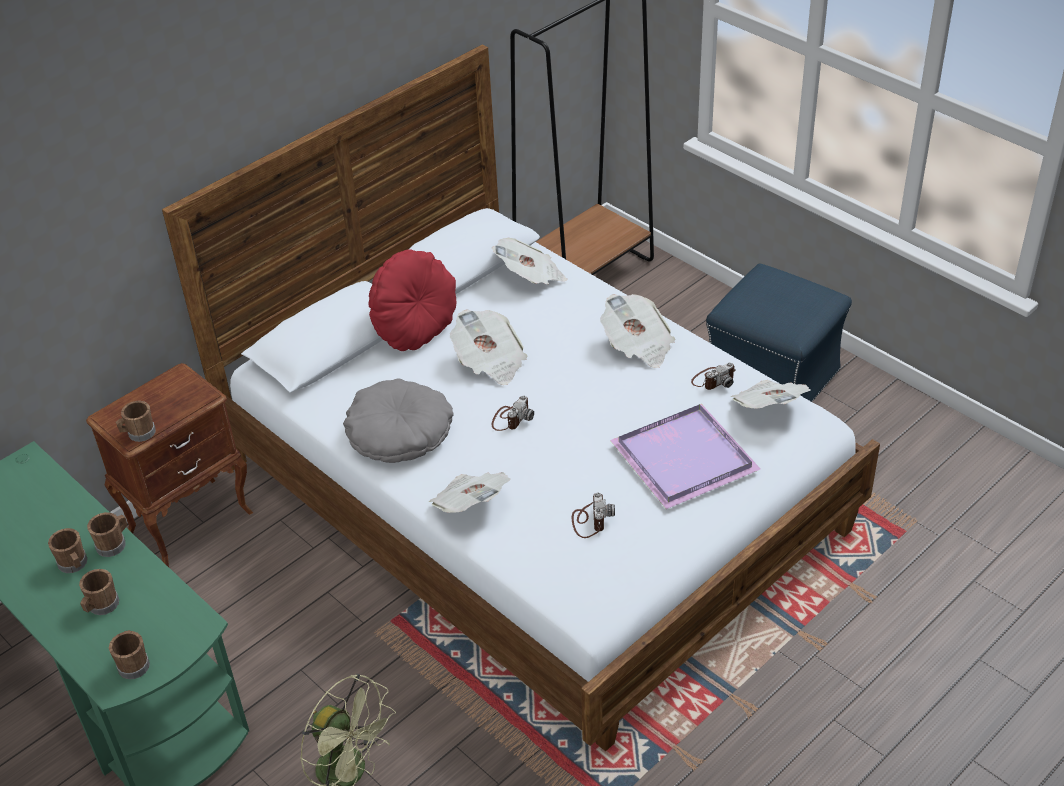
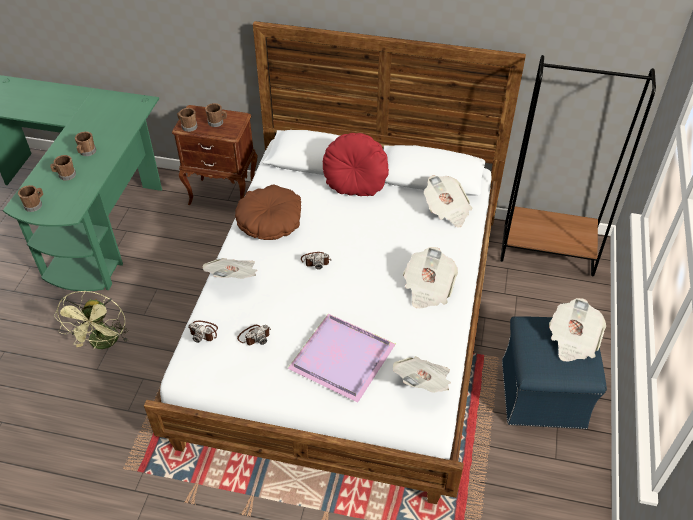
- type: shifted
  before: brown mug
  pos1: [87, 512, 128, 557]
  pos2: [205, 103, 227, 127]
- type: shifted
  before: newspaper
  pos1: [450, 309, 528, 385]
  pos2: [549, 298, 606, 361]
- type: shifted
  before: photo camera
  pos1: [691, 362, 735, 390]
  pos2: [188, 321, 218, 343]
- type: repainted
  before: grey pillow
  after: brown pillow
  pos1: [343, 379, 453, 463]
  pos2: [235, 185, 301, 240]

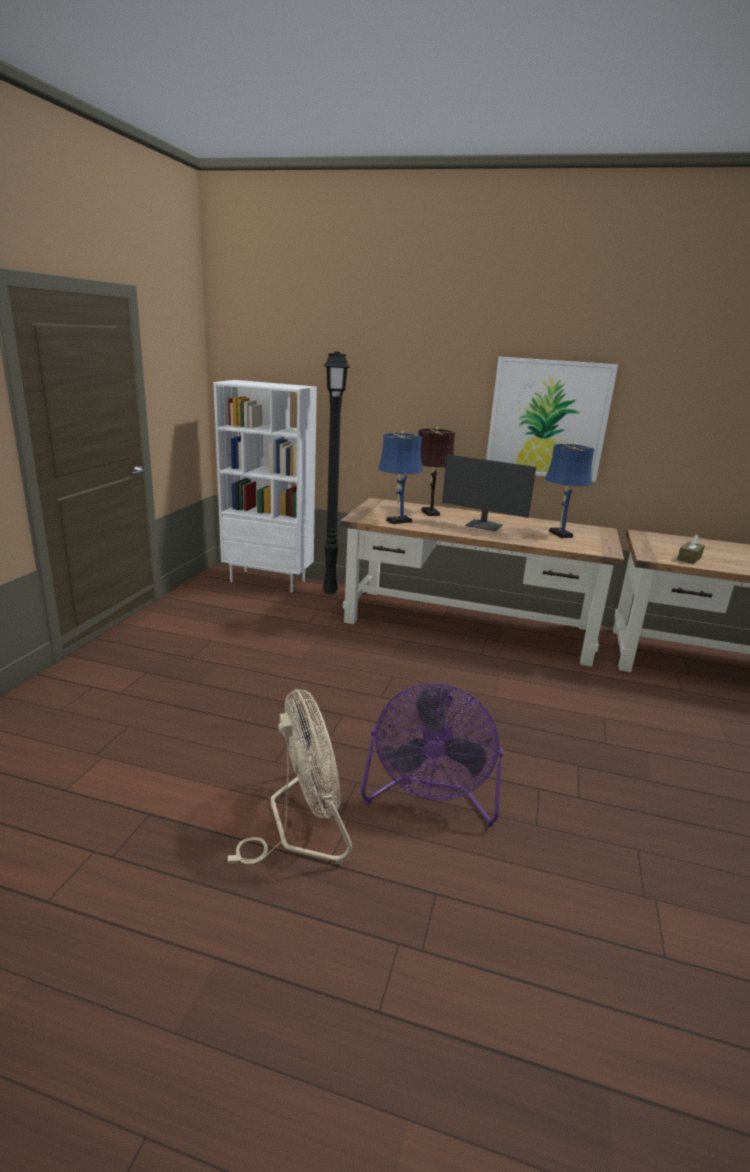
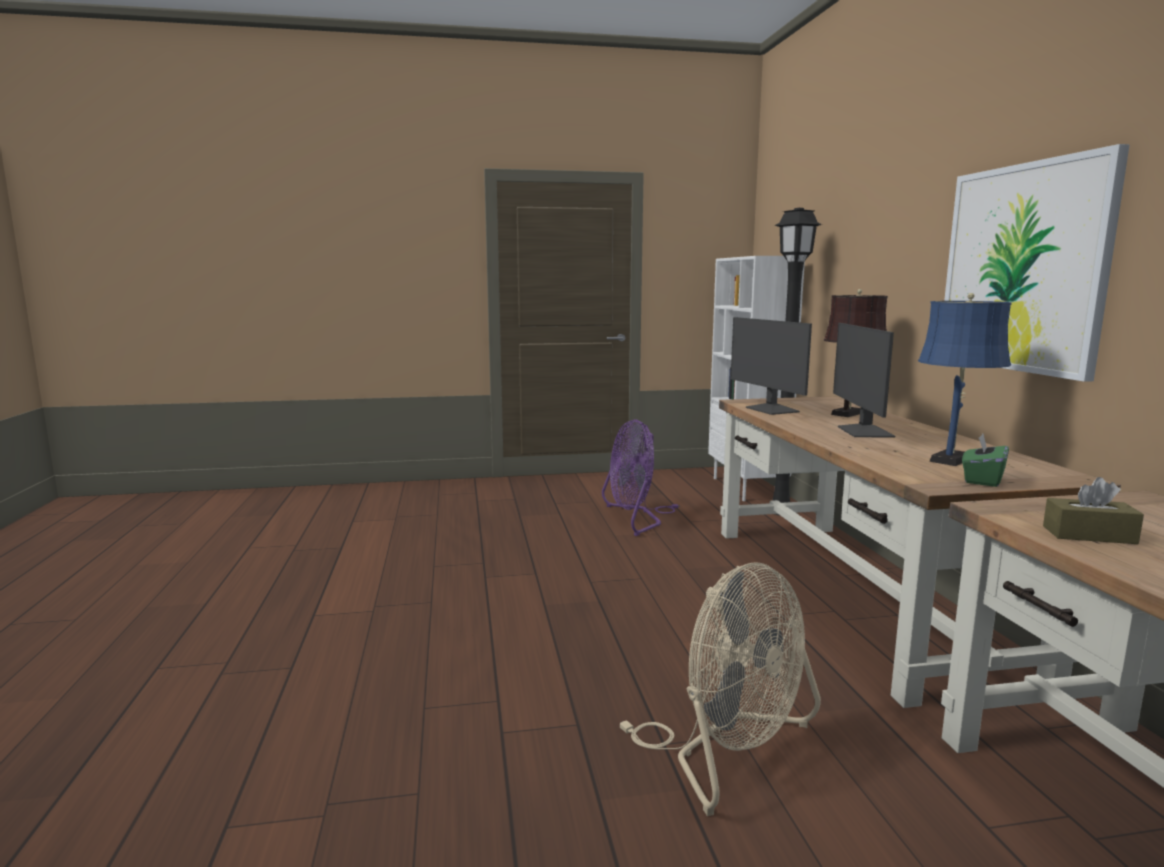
- type: new
  after: green tissue box
  pos2: [962, 434, 1009, 487]
- type: shifted
  before: beige fan
  pos1: [224, 689, 352, 865]
  pos2: [620, 563, 821, 816]
- type: shifted
  before: purple fan
  pos1: [361, 683, 503, 827]
  pos2: [602, 420, 679, 536]
- type: swapped
  before: blue table lamp
  after: monitor
  pos1: [378, 431, 423, 524]
  pos2: [730, 317, 812, 415]

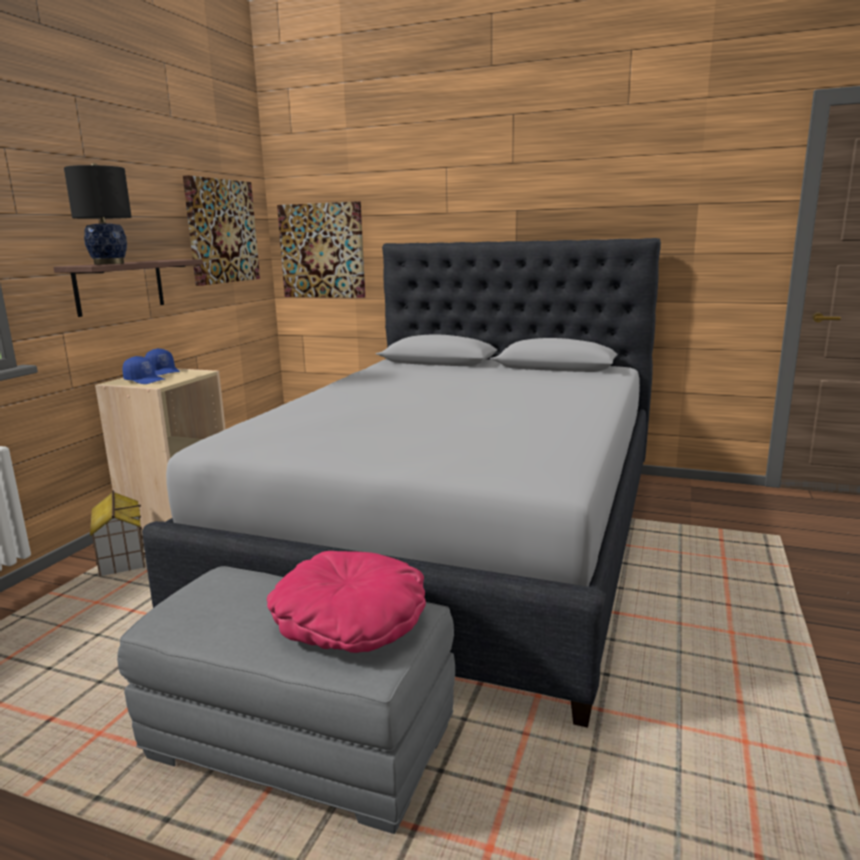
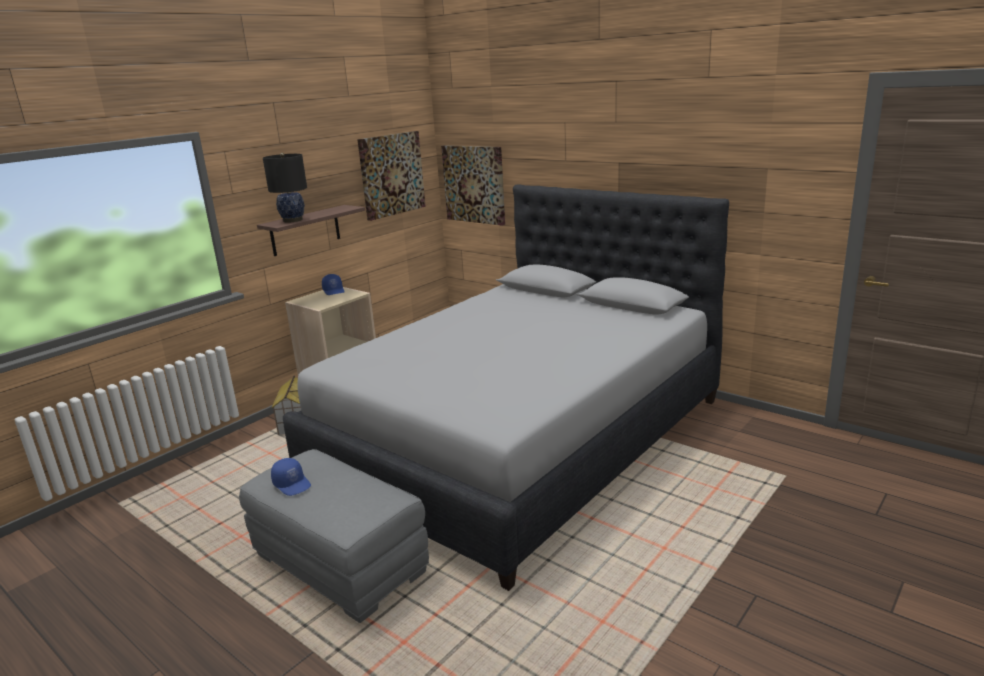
- type: gone
  before: pink pillow
  pos1: [267, 551, 426, 653]
- type: shifted
  before: blue cap
  pos1: [123, 356, 164, 384]
  pos2: [271, 458, 311, 496]

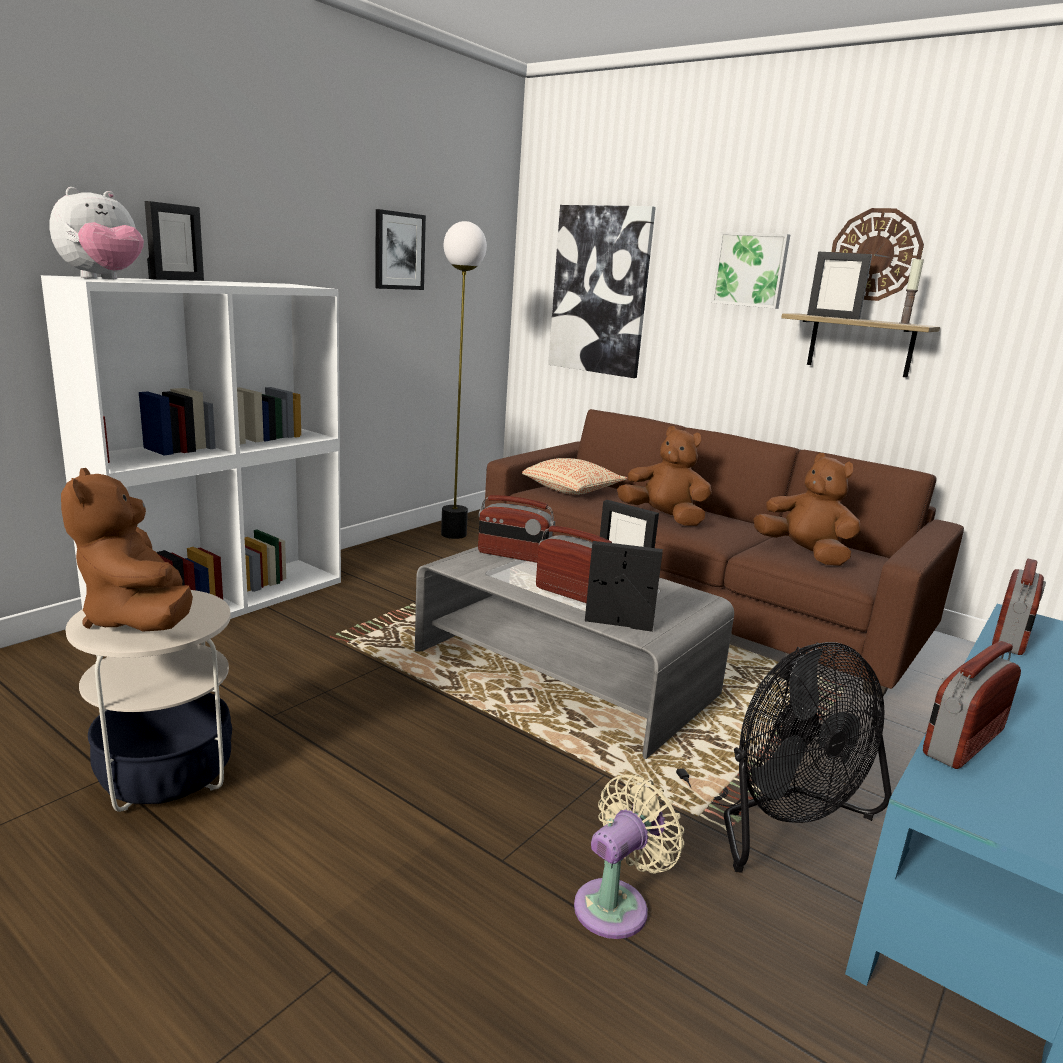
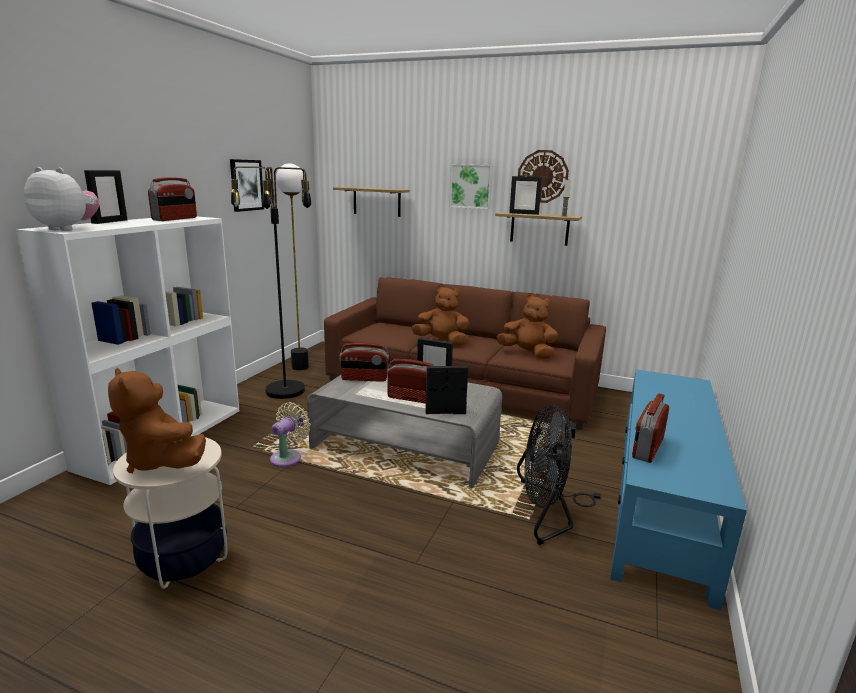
- type: gone
  before: beige pillow
  pos1: [522, 458, 627, 495]
- type: new
  after: floor lamp
  pos2: [231, 167, 311, 399]
- type: shifted
  before: beige fan
  pos1: [574, 774, 684, 939]
  pos2: [270, 402, 310, 467]
- type: shifted
  before: radio
  pos1: [992, 559, 1046, 655]
  pos2: [148, 177, 197, 221]
- type: swapped
  before: picture
  after: shelf
  pos1: [548, 205, 656, 378]
  pos2: [333, 187, 410, 217]
- type: rotated
  before: plush toy
  pos1: [49, 187, 144, 279]
  pos2: [24, 167, 99, 231]
  turn: -105
- type: rotated
  before: black fan
  pos1: [676, 642, 892, 873]
  pos2: [517, 405, 603, 545]
  turn: 135

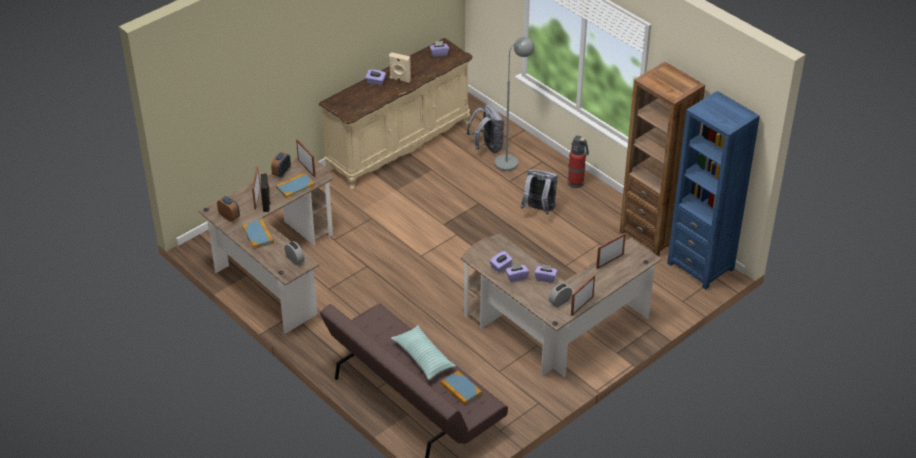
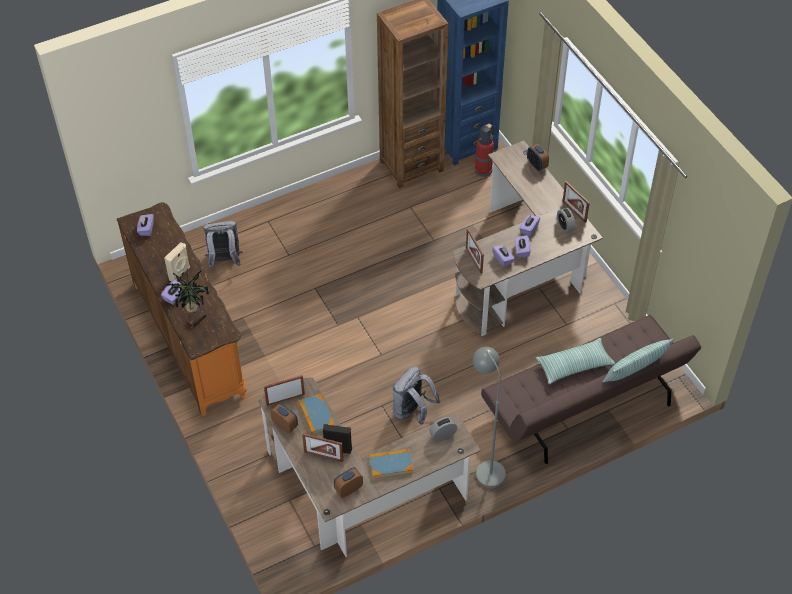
- type: gone
  before: book
  pos1: [441, 371, 482, 405]
- type: new
  after: potted plant
  pos2: [167, 270, 209, 328]
- type: new
  after: alarm clock
  pos2: [527, 144, 549, 171]
- type: new
  after: pillow
  pos2: [603, 339, 674, 382]
- type: shifted
  before: grey floor lamp
  pos1: [495, 37, 534, 171]
  pos2: [473, 347, 506, 488]
- type: shifted
  before: grey backpack
  pos1: [521, 169, 558, 215]
  pos2: [393, 367, 440, 425]
- type: shifted
  before: fire extinguisher
  pos1: [568, 135, 589, 188]
  pos2: [475, 123, 494, 177]
- type: shifted
  before: picture frame
  pos1: [596, 233, 626, 269]
  pos2: [466, 228, 484, 274]
- type: repainted
  before: beige cabinet
  after: orange cabinet
  pos1: [319, 38, 473, 189]
  pos2: [117, 202, 247, 416]

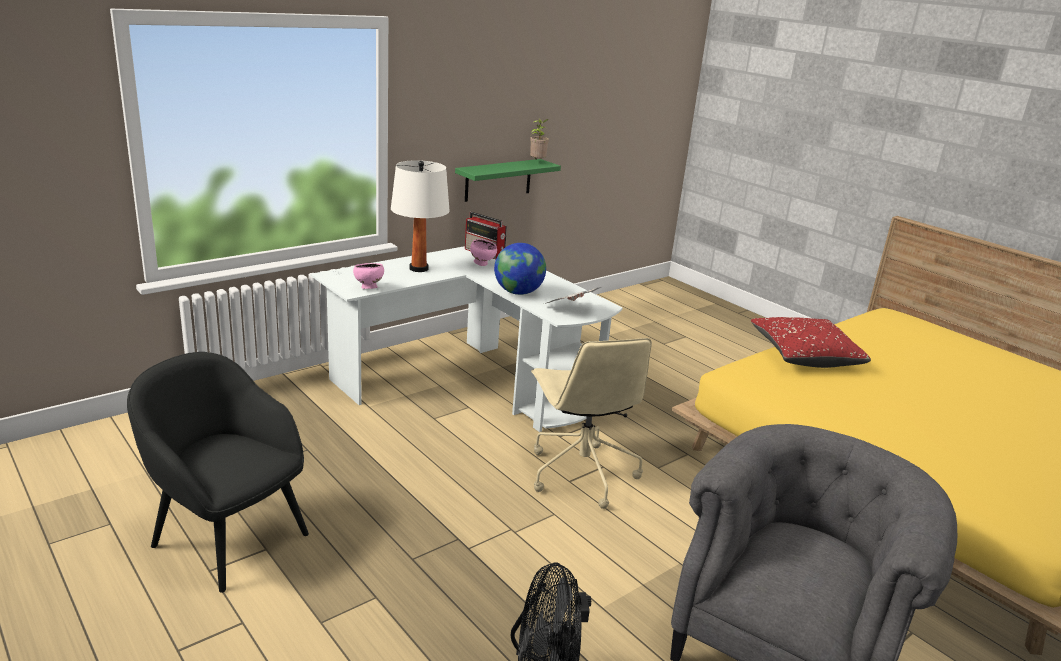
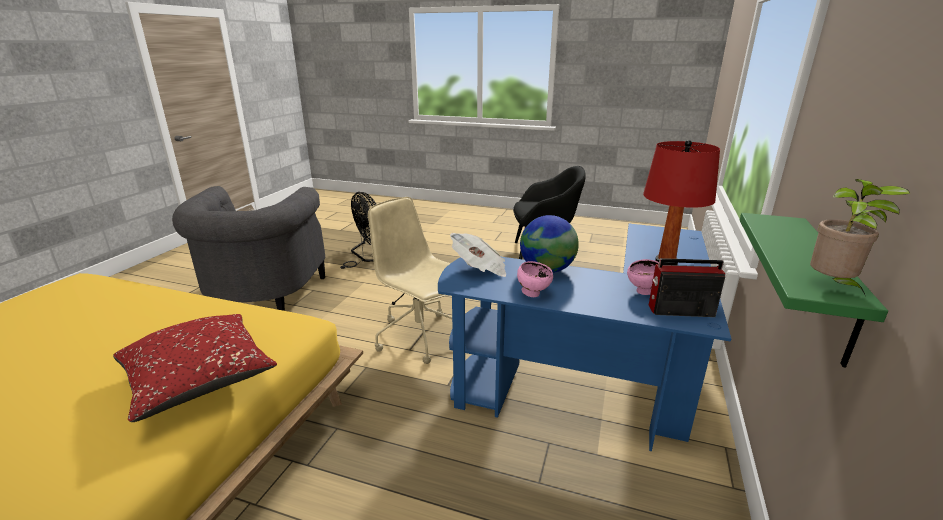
- type: shifted
  before: pink bowl
  pos1: [353, 263, 384, 289]
  pos2: [517, 261, 553, 297]
- type: repainted
  before: white desk
  after: blue desk
  pos1: [311, 246, 623, 432]
  pos2: [438, 224, 731, 451]
- type: repainted
  before: white table lamp
  after: red table lamp
  pos1: [391, 160, 450, 272]
  pos2: [643, 140, 720, 265]

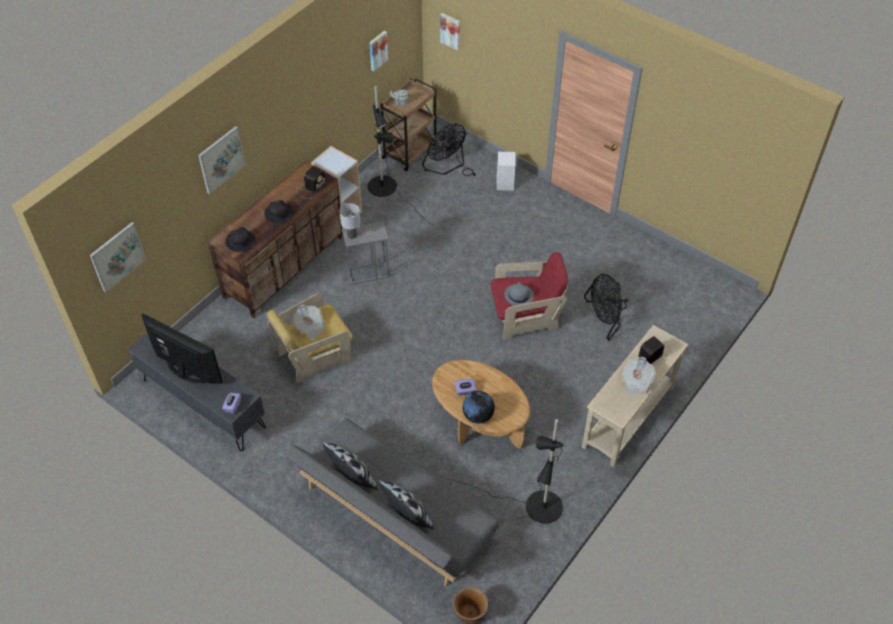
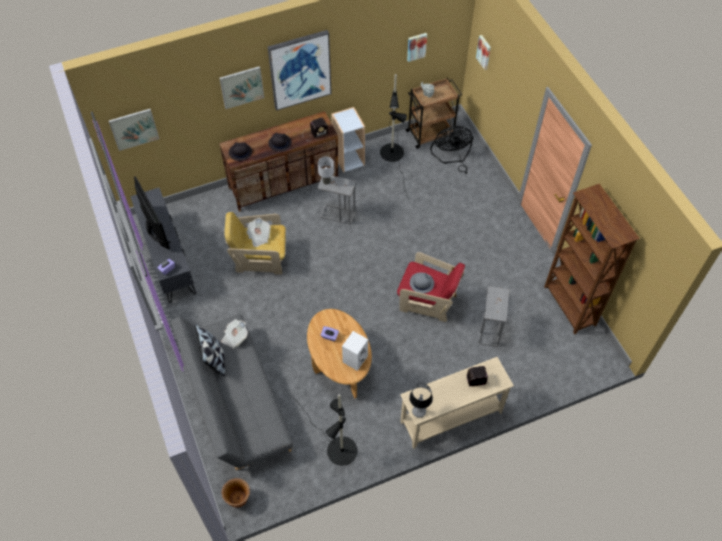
- type: gone
  before: pillow
  pos1: [378, 480, 433, 530]
- type: gone
  before: globe
  pos1: [462, 391, 495, 423]
- type: new
  after: picture
  pos2: [268, 30, 332, 111]
- type: new
  after: table lamp
  pos2: [409, 383, 433, 418]
- type: new
  after: brown bookcase
  pos2: [544, 184, 640, 334]
- type: shifted
  before: white speaker
  pos1: [497, 152, 515, 191]
  pos2: [342, 331, 368, 371]
- type: shifted
  before: newspaper
  pos1: [622, 357, 656, 394]
  pos2: [221, 319, 248, 348]
- type: swapped
  before: black fan
  after: grey side table
  pos1: [584, 274, 629, 341]
  pos2: [479, 286, 509, 347]

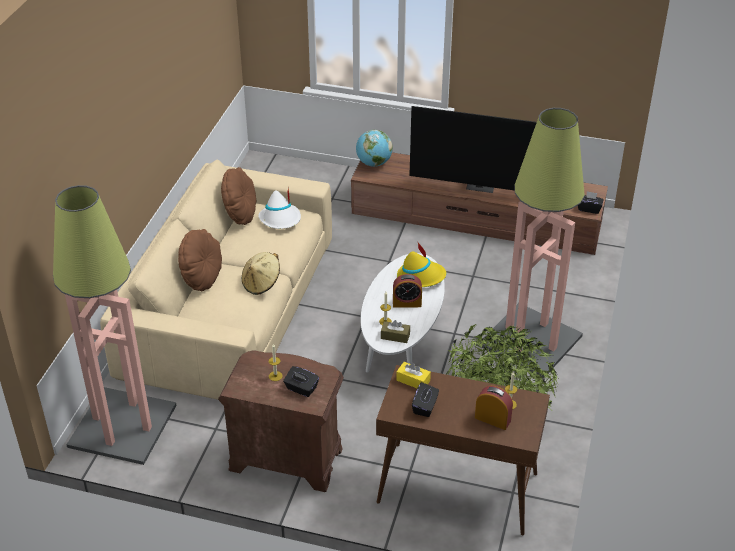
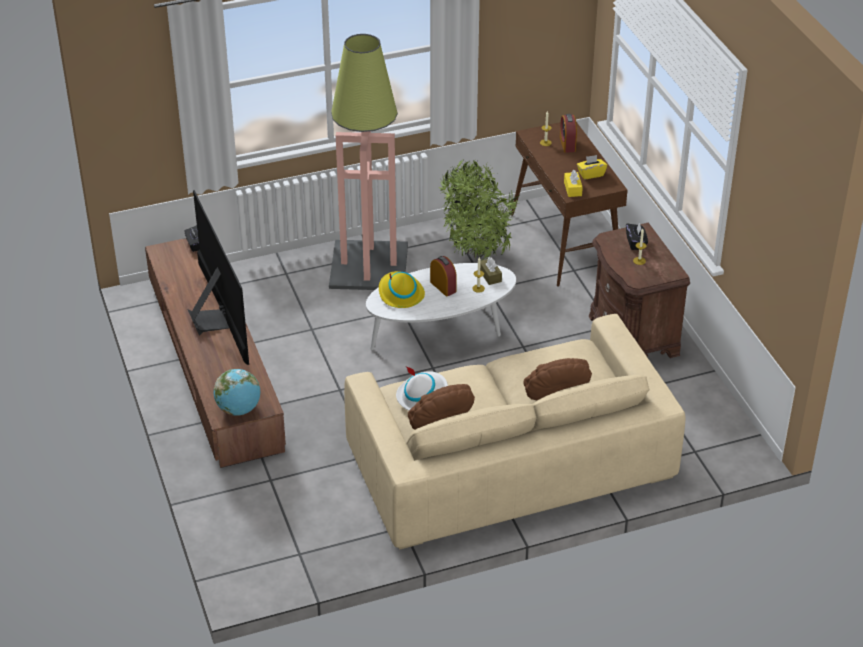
- type: gone
  before: floor lamp
  pos1: [53, 185, 177, 465]
- type: gone
  before: beige hat
  pos1: [242, 252, 280, 295]
- type: repainted
  before: black tissue box
  after: yellow tissue box
  pos1: [412, 382, 439, 417]
  pos2: [577, 155, 607, 180]

